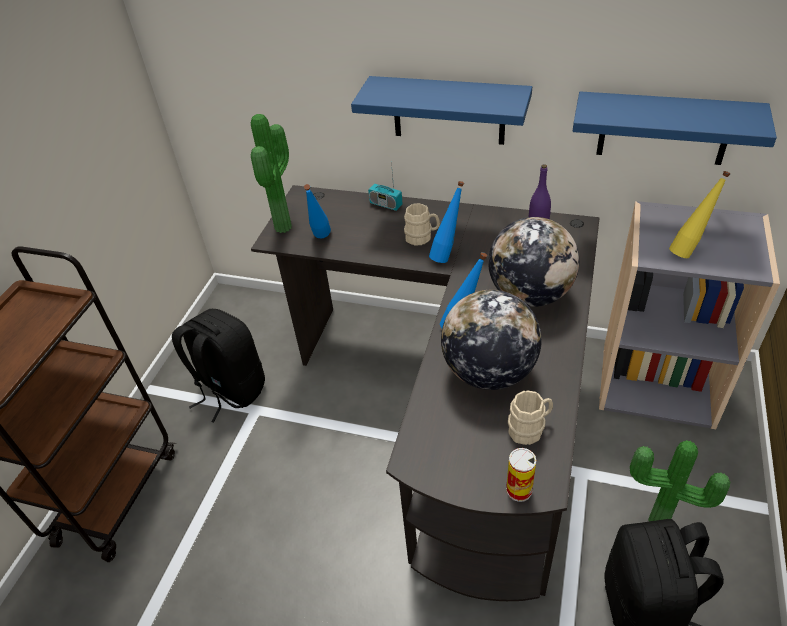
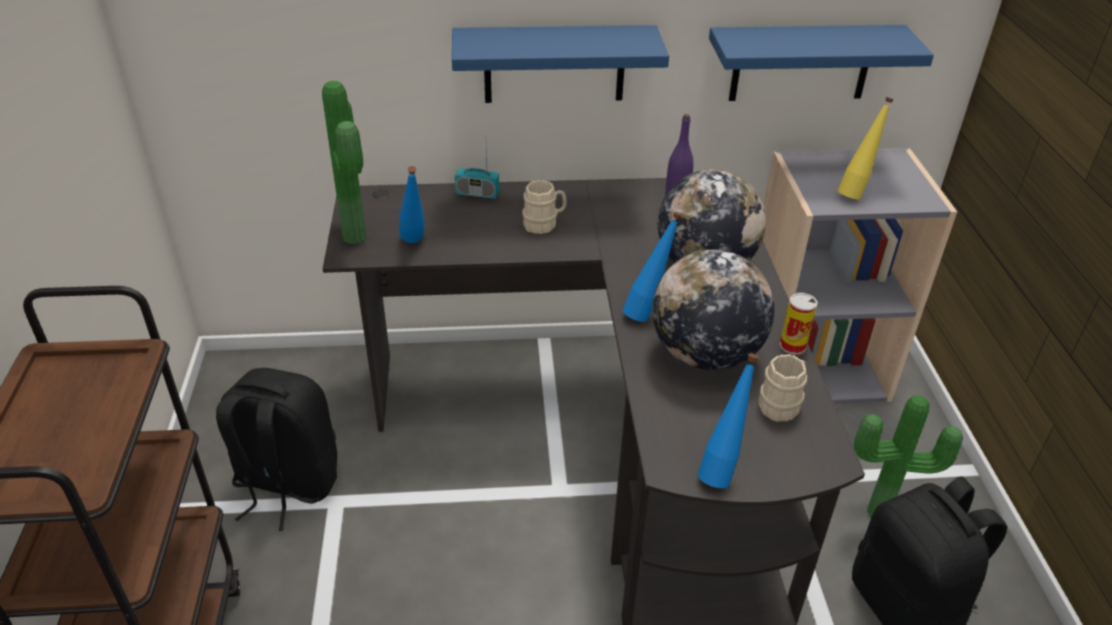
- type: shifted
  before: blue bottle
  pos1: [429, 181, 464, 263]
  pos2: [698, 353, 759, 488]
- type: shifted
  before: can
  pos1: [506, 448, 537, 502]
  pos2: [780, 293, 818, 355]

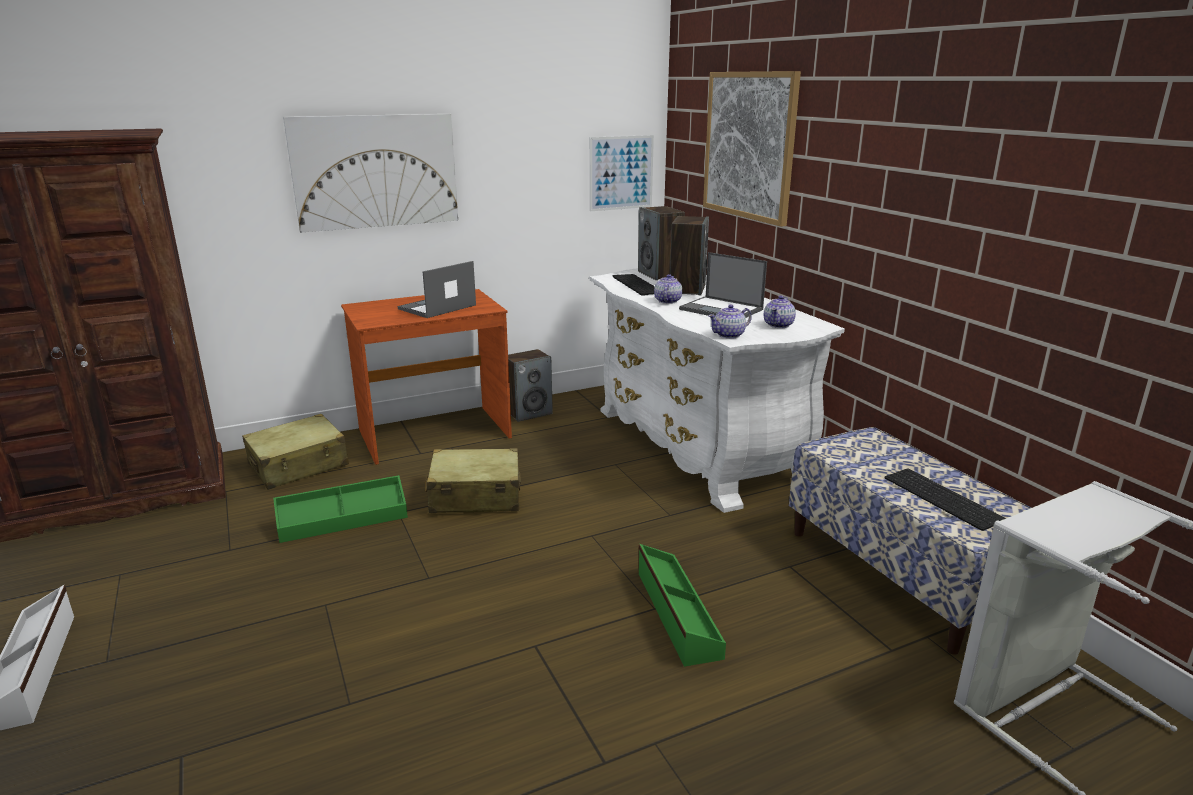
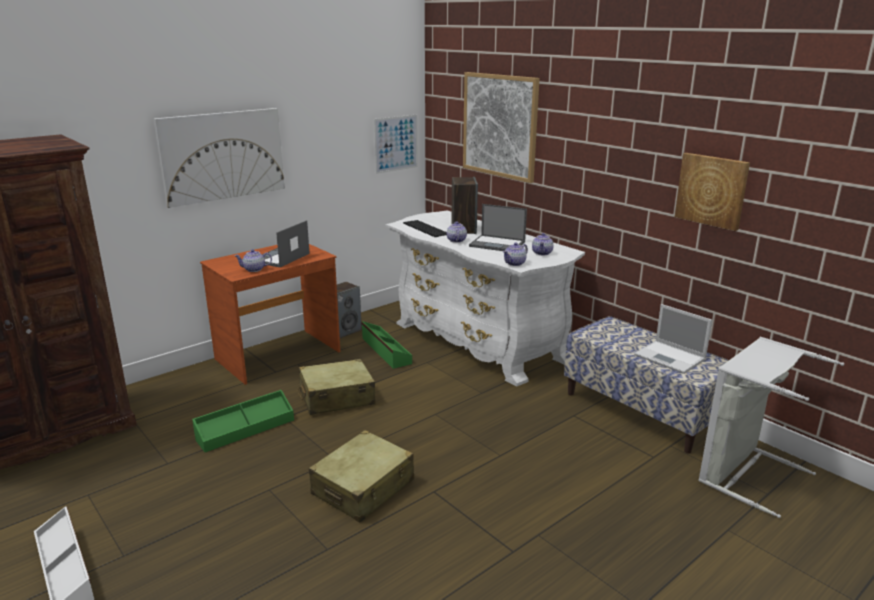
- type: gone
  before: speaker
  pos1: [638, 206, 685, 280]
- type: new
  after: teapot
  pos2: [234, 249, 272, 272]
- type: new
  after: picture
  pos2: [675, 153, 750, 231]
- type: shifted
  before: beige suitcase
  pos1: [242, 414, 349, 490]
  pos2: [309, 430, 414, 522]
- type: shifted
  before: green storage box
  pos1: [639, 544, 726, 667]
  pos2: [362, 321, 412, 369]
- type: swapped
  before: keyboard
  after: laptop
  pos1: [885, 468, 1006, 531]
  pos2: [634, 304, 712, 374]

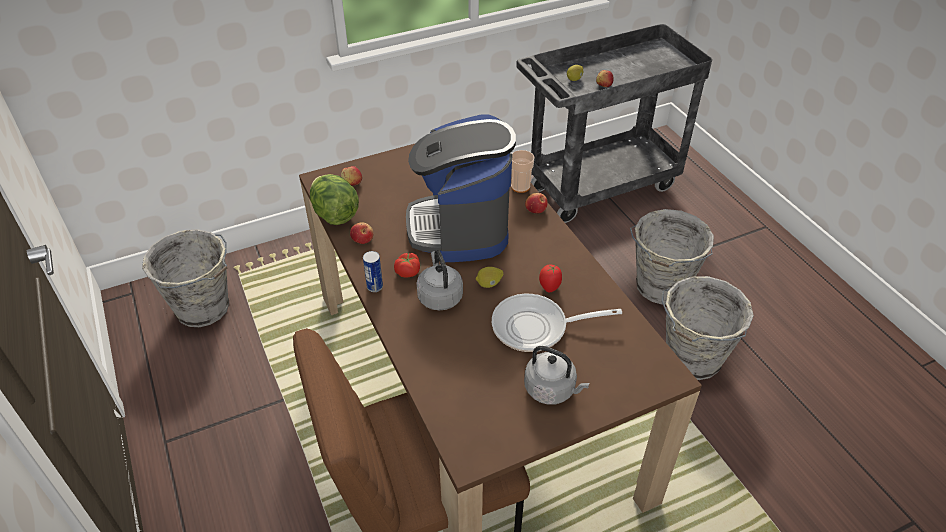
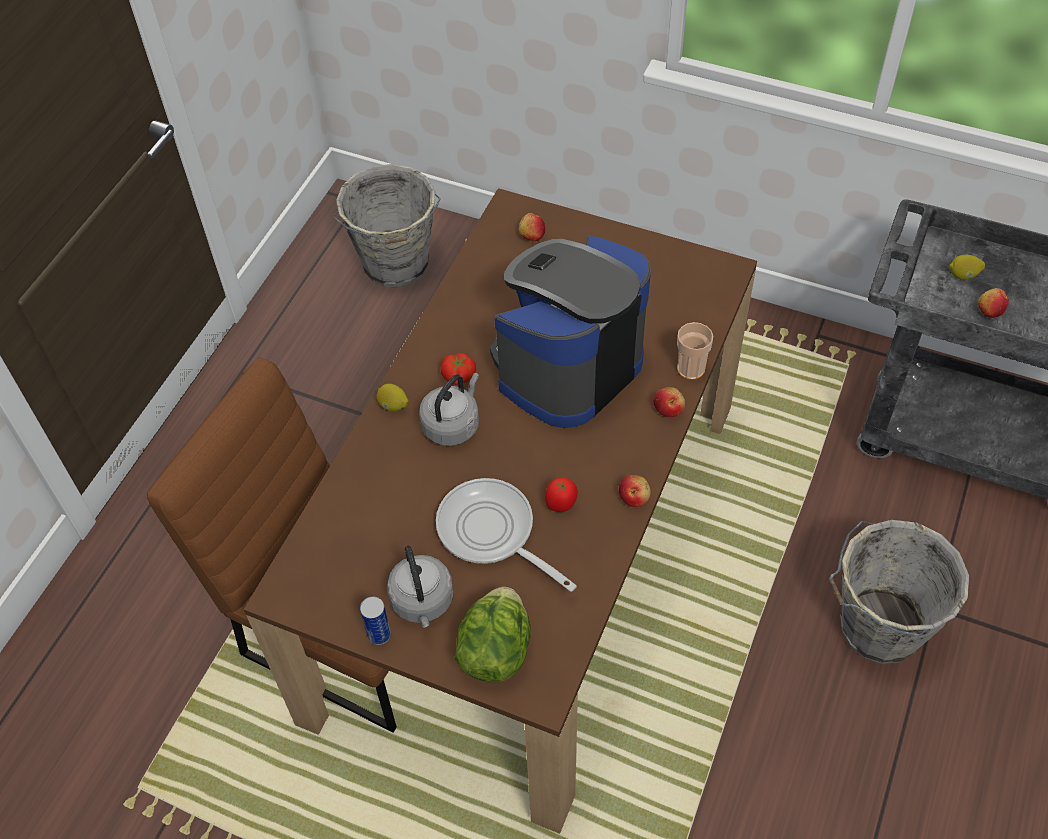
- type: gone
  before: grey bucket
  pos1: [661, 276, 754, 380]
- type: shifted
  before: lettuce
  pos1: [310, 174, 359, 225]
  pos2: [454, 587, 531, 683]
- type: shifted
  before: apple
  pos1: [350, 222, 373, 244]
  pos2: [619, 475, 651, 507]
- type: shifted
  before: can
  pos1: [363, 251, 383, 292]
  pos2: [360, 596, 391, 645]
- type: shifted
  before: lemon
  pos1: [476, 267, 503, 288]
  pos2: [377, 384, 409, 411]

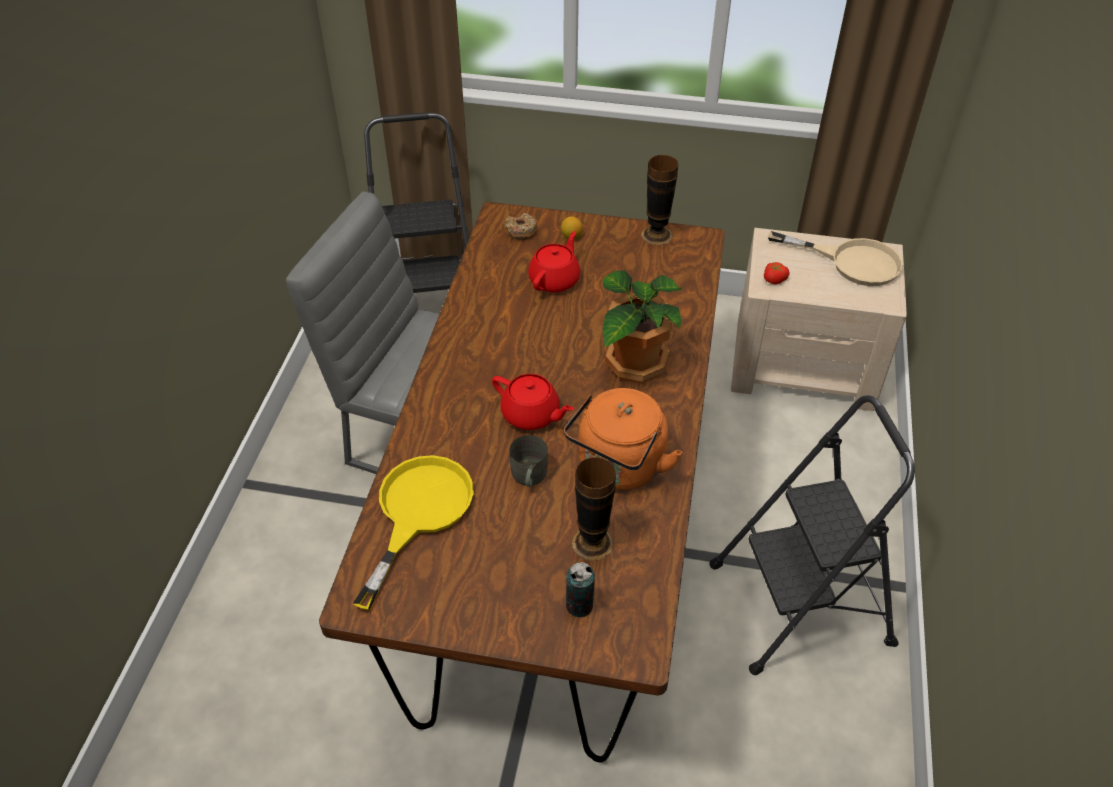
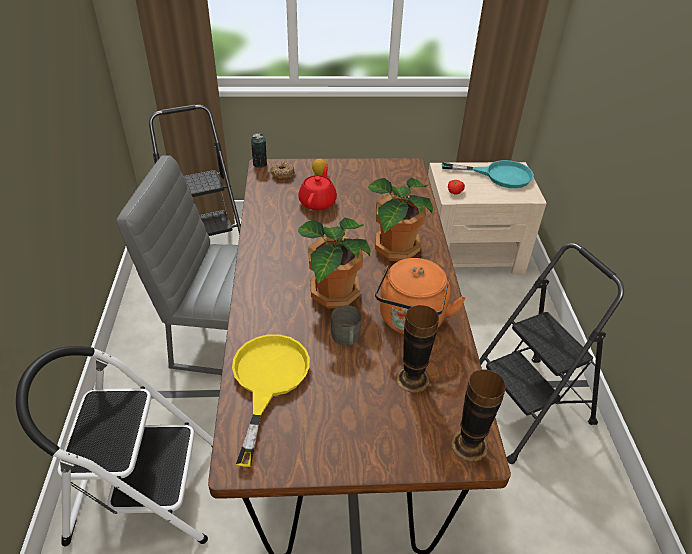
- type: new
  after: step ladder
  pos2: [16, 346, 214, 546]
- type: shifted
  before: can
  pos1: [566, 562, 595, 617]
  pos2: [251, 133, 267, 168]
- type: shifted
  before: vase
  pos1: [641, 155, 678, 245]
  pos2: [451, 369, 506, 462]
- type: swapped
  before: red teapot
  after: potted plant
  pos1: [492, 374, 574, 430]
  pos2: [298, 217, 370, 309]
- type: repainted
  before: beige frying pan
  after: turquoise frying pan
  pos1: [768, 231, 903, 286]
  pos2: [442, 160, 534, 188]

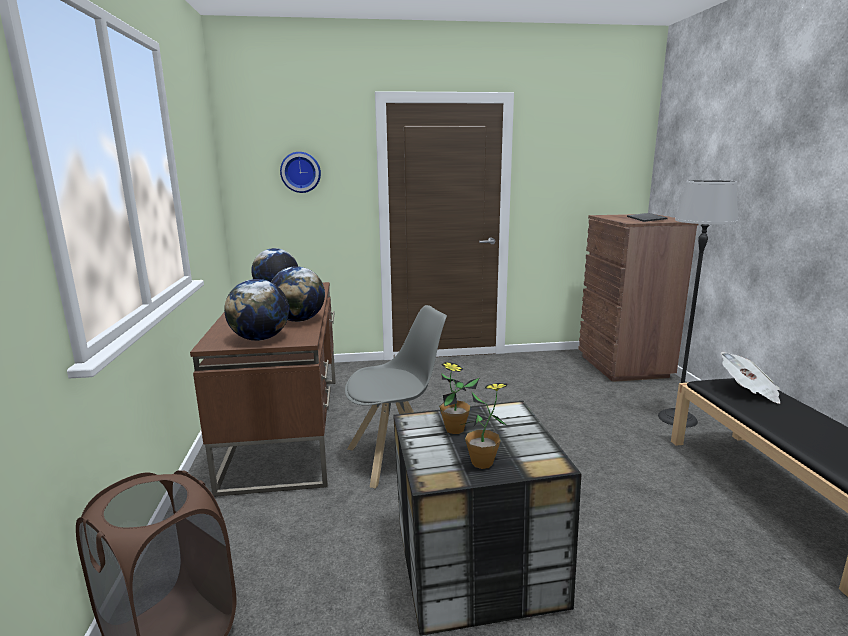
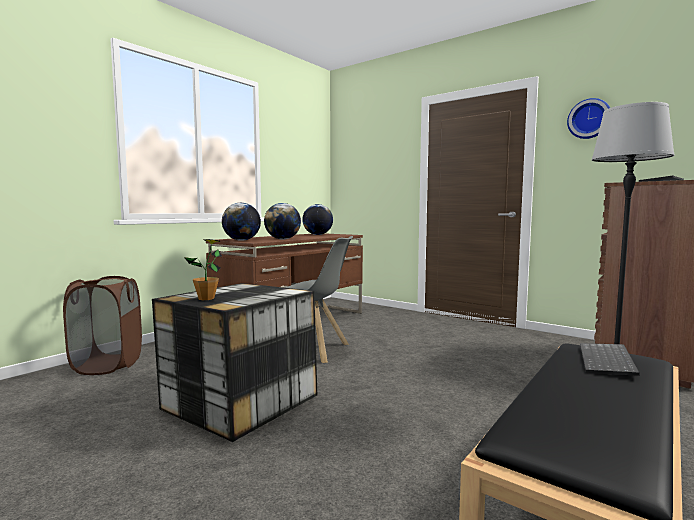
- type: gone
  before: potted plant
  pos1: [439, 362, 479, 434]
- type: shifted
  before: wall clock
  pos1: [280, 152, 321, 193]
  pos2: [567, 98, 610, 139]
- type: swapped
  before: newspaper
  after: keyboard
  pos1: [721, 352, 780, 404]
  pos2: [580, 343, 640, 376]

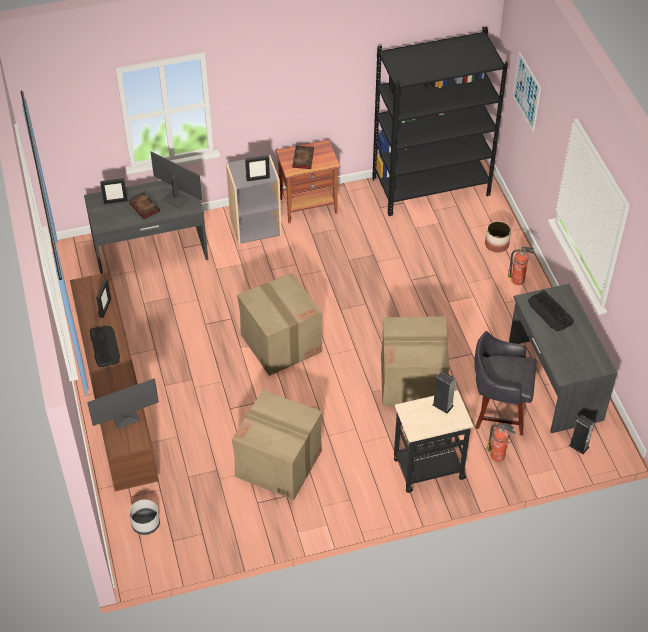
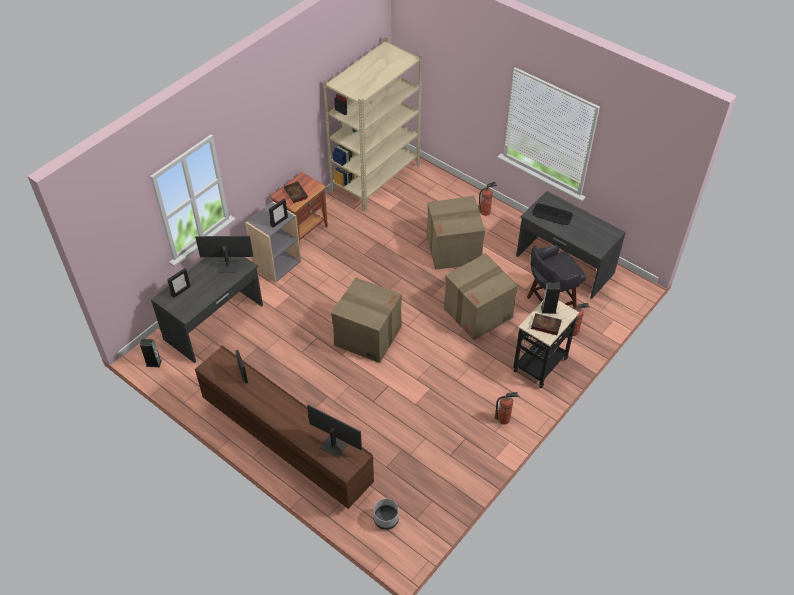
- type: gone
  before: keyboard
  pos1: [90, 326, 120, 367]
- type: gone
  before: planter
  pos1: [485, 221, 511, 253]
- type: gone
  before: picture
  pos1: [513, 52, 541, 132]
- type: new
  after: fire extinguisher
  pos2: [495, 392, 519, 425]
- type: shifted
  before: book
  pos1: [129, 192, 160, 220]
  pos2: [531, 313, 562, 335]
- type: shifted
  before: cardboard box
  pos1: [232, 390, 322, 500]
  pos2: [426, 196, 485, 270]
- type: shifted
  before: speaker
  pos1: [569, 414, 595, 454]
  pos2: [140, 339, 162, 367]
- type: repainted
  before: black bookcase
  after: beige bookcase
  pos1: [372, 27, 508, 216]
  pos2: [323, 37, 422, 211]
- type: rotated
  before: monitor
  pos1: [87, 378, 159, 429]
  pos2: [307, 405, 362, 458]
  turn: -90

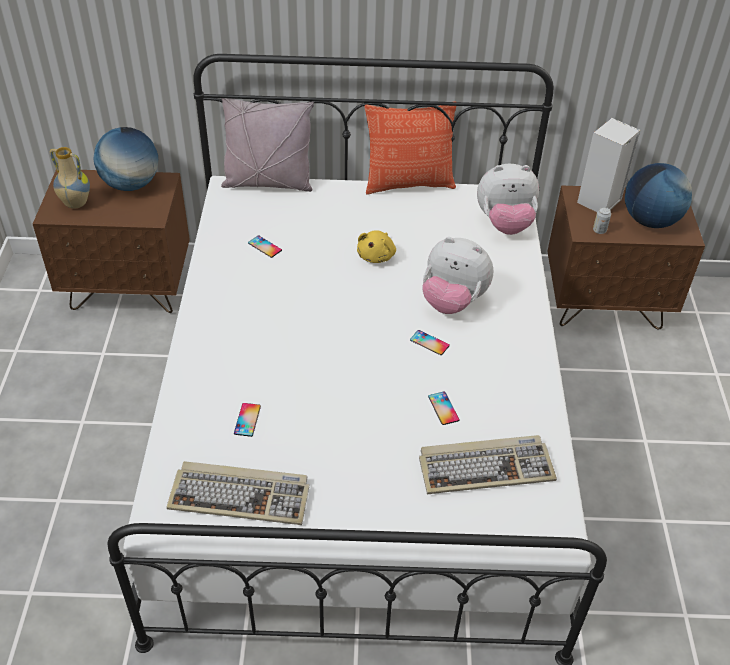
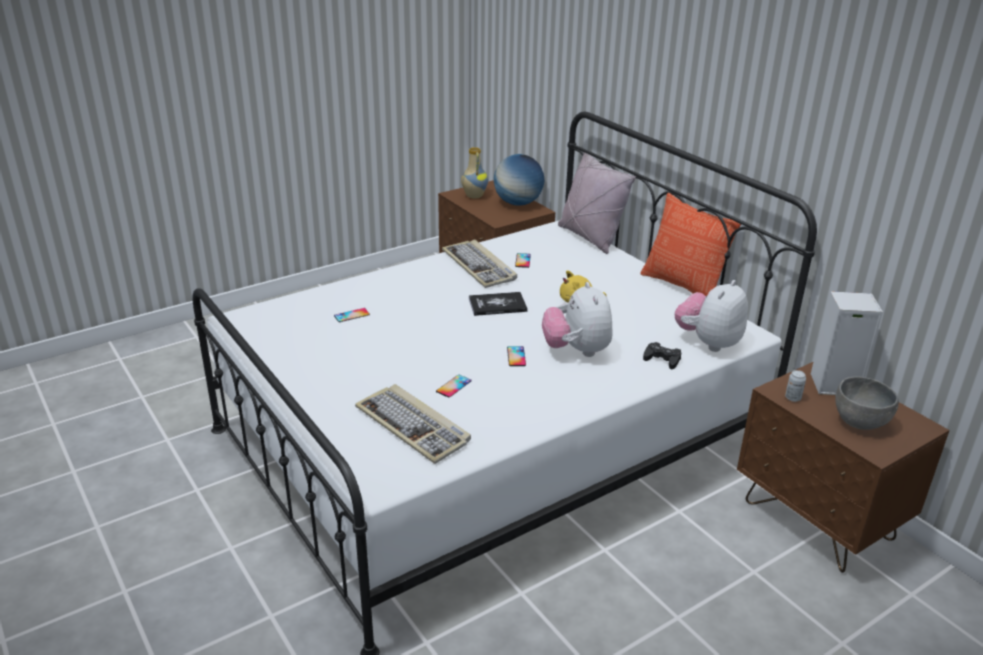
- type: new
  after: book
  pos2: [469, 292, 527, 316]
- type: new
  after: black game controller
  pos2: [643, 342, 681, 369]
- type: shifted
  before: keyboard
  pos1: [167, 461, 309, 525]
  pos2: [442, 239, 517, 288]
- type: swapped
  before: globe
  after: grey bowl
  pos1: [625, 163, 692, 228]
  pos2: [835, 376, 899, 430]
- type: rotated
  before: plush toy
  pos1: [477, 164, 539, 235]
  pos2: [675, 280, 748, 352]
  turn: 75

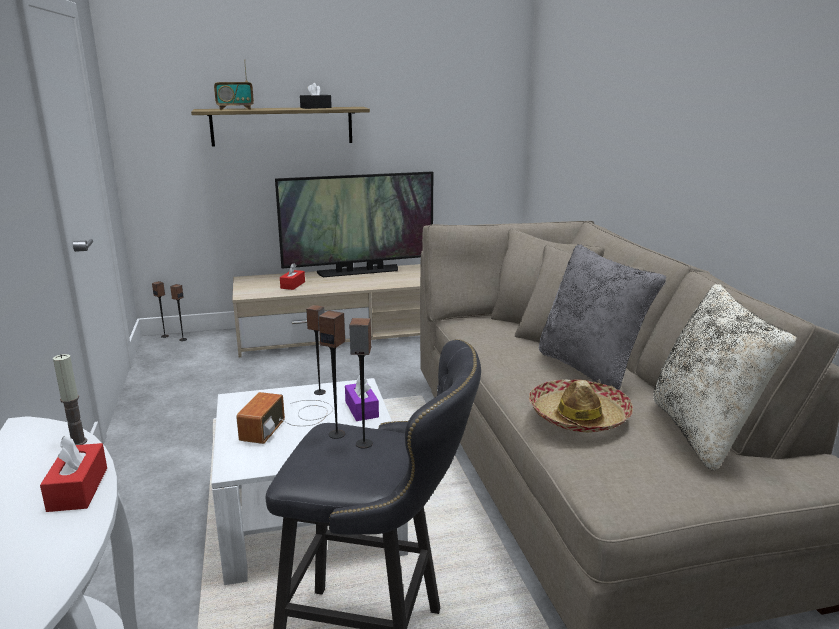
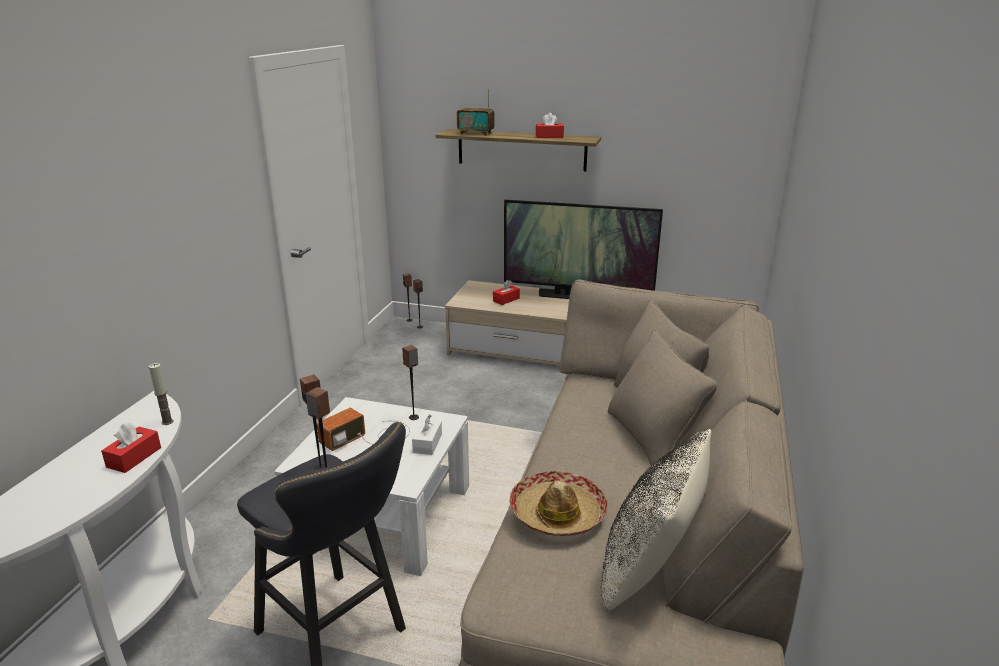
- type: gone
  before: grey pillow
  pos1: [539, 245, 666, 390]
- type: repainted
  before: black tissue box
  after: red tissue box
  pos1: [300, 83, 332, 109]
  pos2: [536, 113, 564, 138]
- type: repainted
  before: purple tissue box
  after: white tissue box
  pos1: [345, 375, 379, 421]
  pos2: [412, 415, 442, 455]

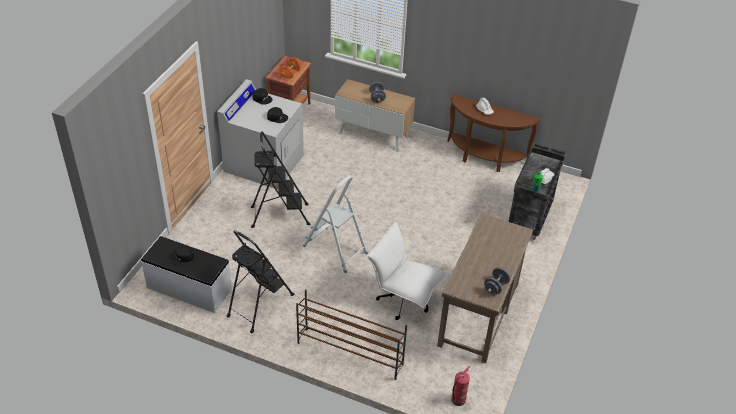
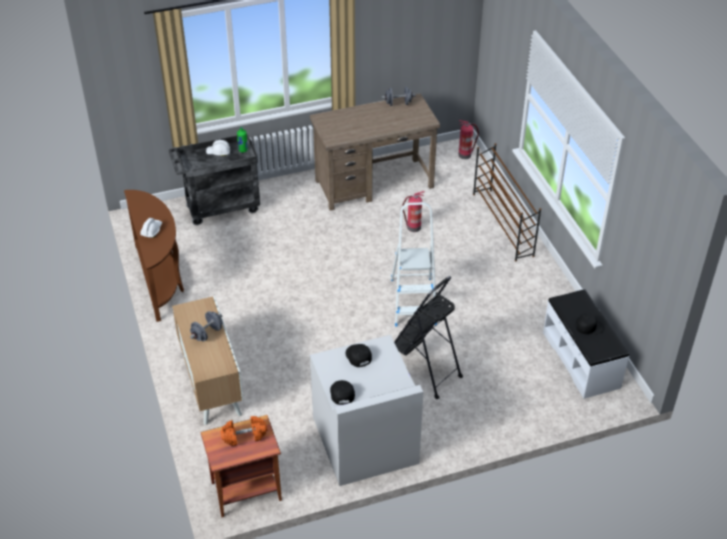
- type: gone
  before: step ladder
  pos1: [226, 230, 295, 333]
- type: swapped
  before: white office chair
  after: fire extinguisher
  pos1: [367, 221, 447, 320]
  pos2: [402, 191, 425, 232]

